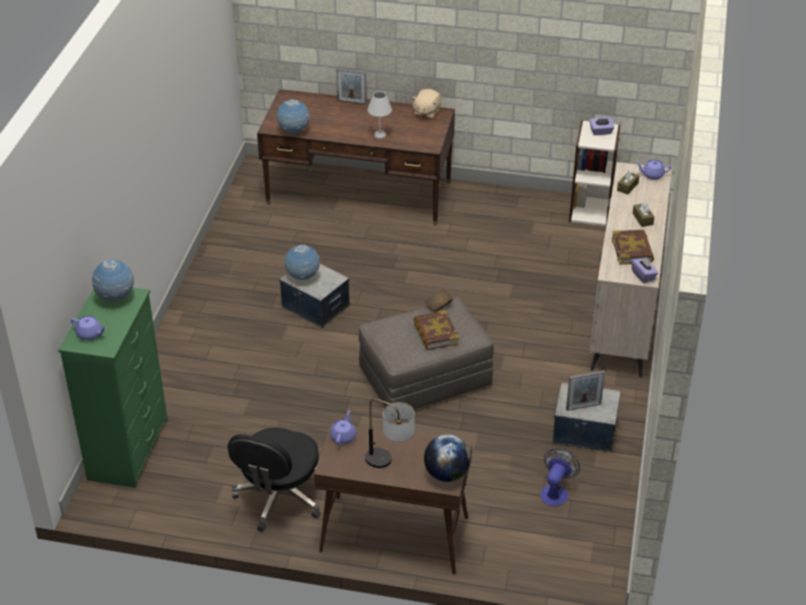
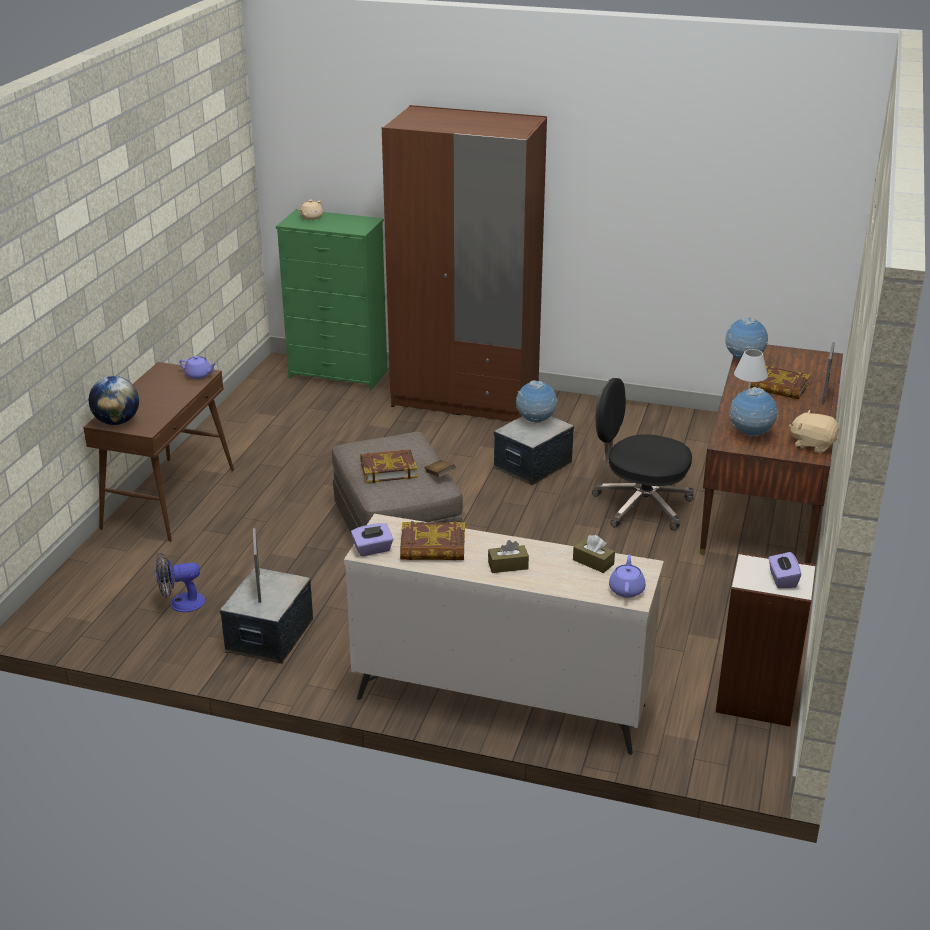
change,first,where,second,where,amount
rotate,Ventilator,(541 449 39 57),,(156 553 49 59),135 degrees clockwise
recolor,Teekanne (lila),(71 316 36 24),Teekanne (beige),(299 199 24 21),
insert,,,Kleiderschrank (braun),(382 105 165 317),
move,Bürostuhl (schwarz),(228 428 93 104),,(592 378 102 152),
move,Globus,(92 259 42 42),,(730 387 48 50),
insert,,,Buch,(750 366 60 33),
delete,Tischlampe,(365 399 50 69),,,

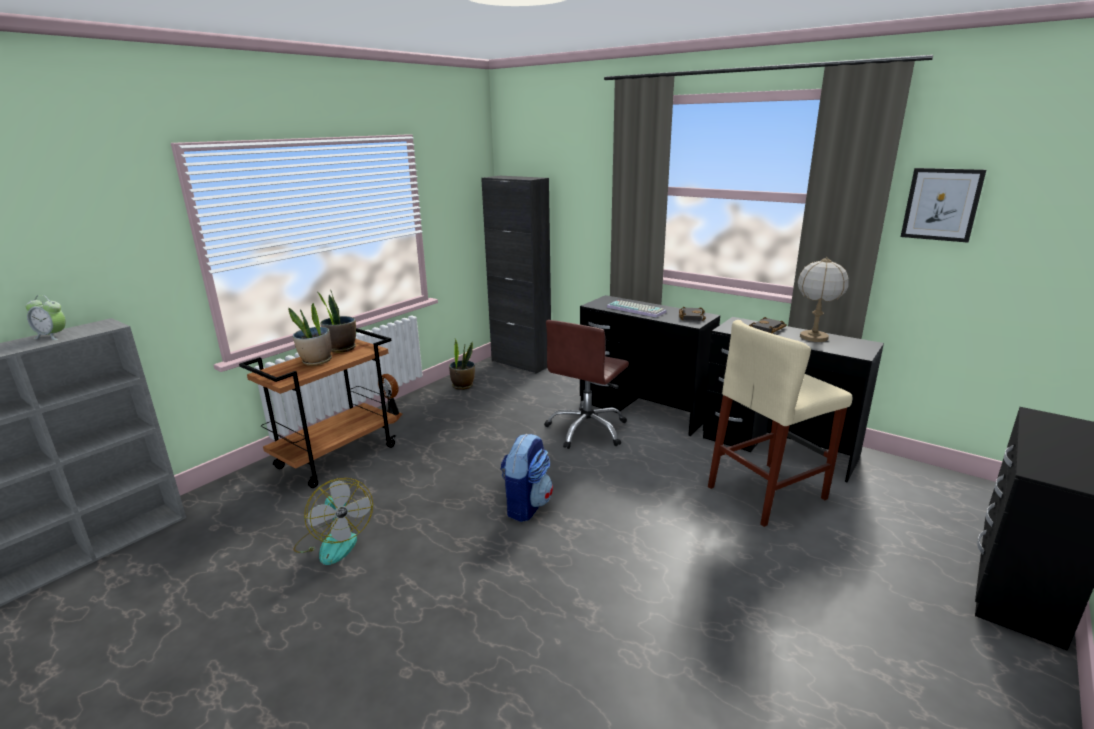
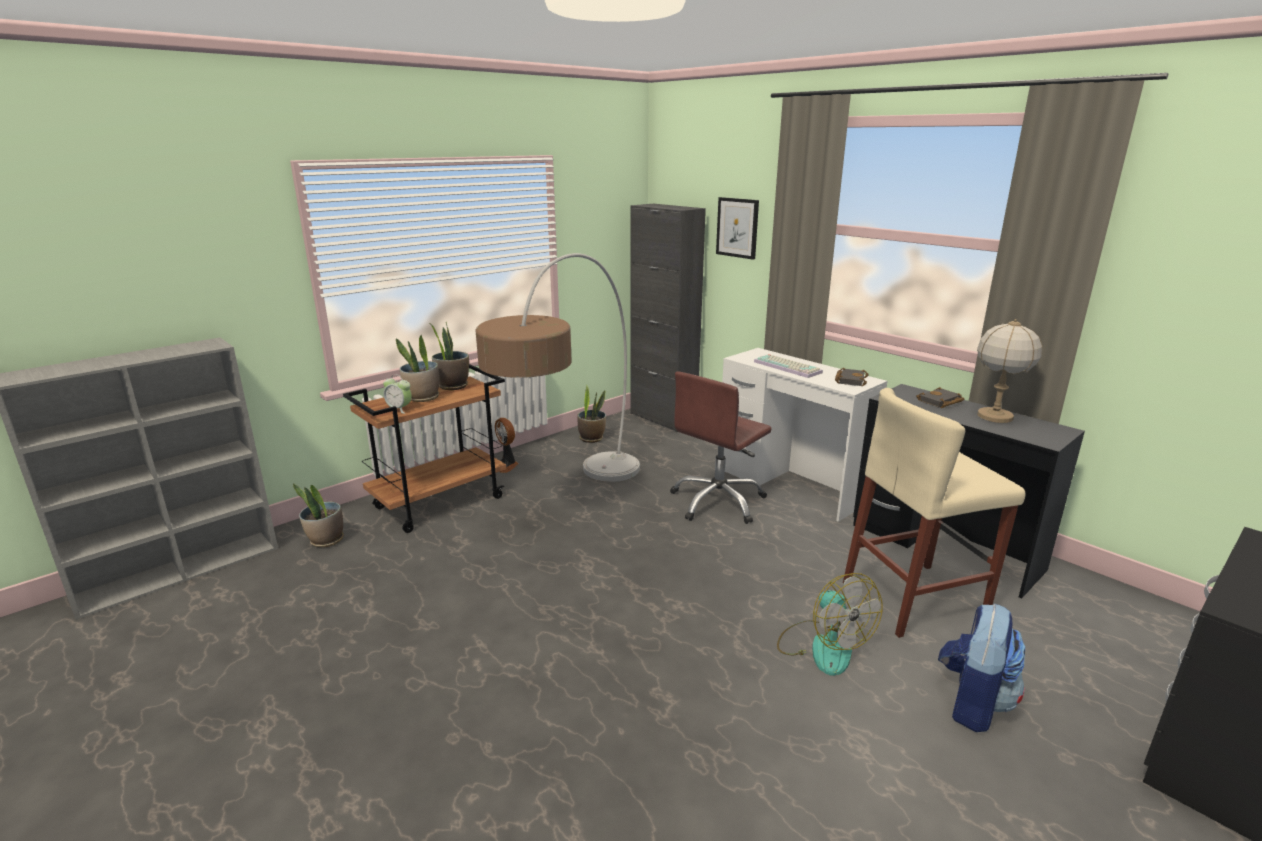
change,first,where,second,where,amount
insert,,,Topfpflanze,(293 483 51 65),
move,Wecker,(25 295 41 45),,(383 374 29 40),
insert,,,Stehlampe,(475 253 165 229),
move,Bild,(901 168 85 75),,(716 197 43 63),
recolor,Schreibtisch (schwarz),(580 295 140 141),Schreibtisch (weiß),(722 348 166 174),
move,Ventilator,(293 478 80 87),,(777 573 106 103),
move,Rucksack,(500 434 53 88),,(938 603 87 129),

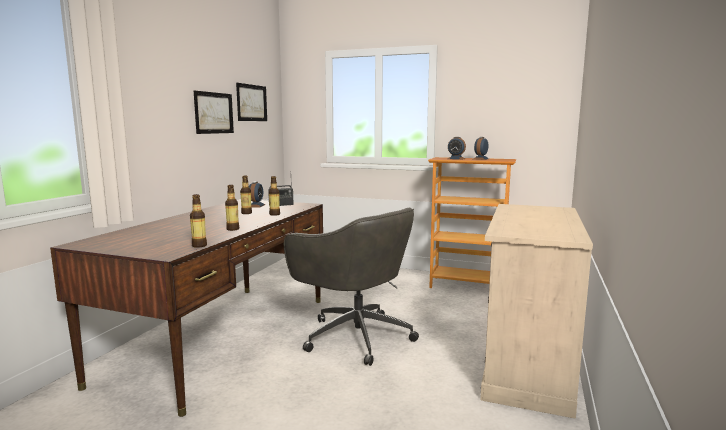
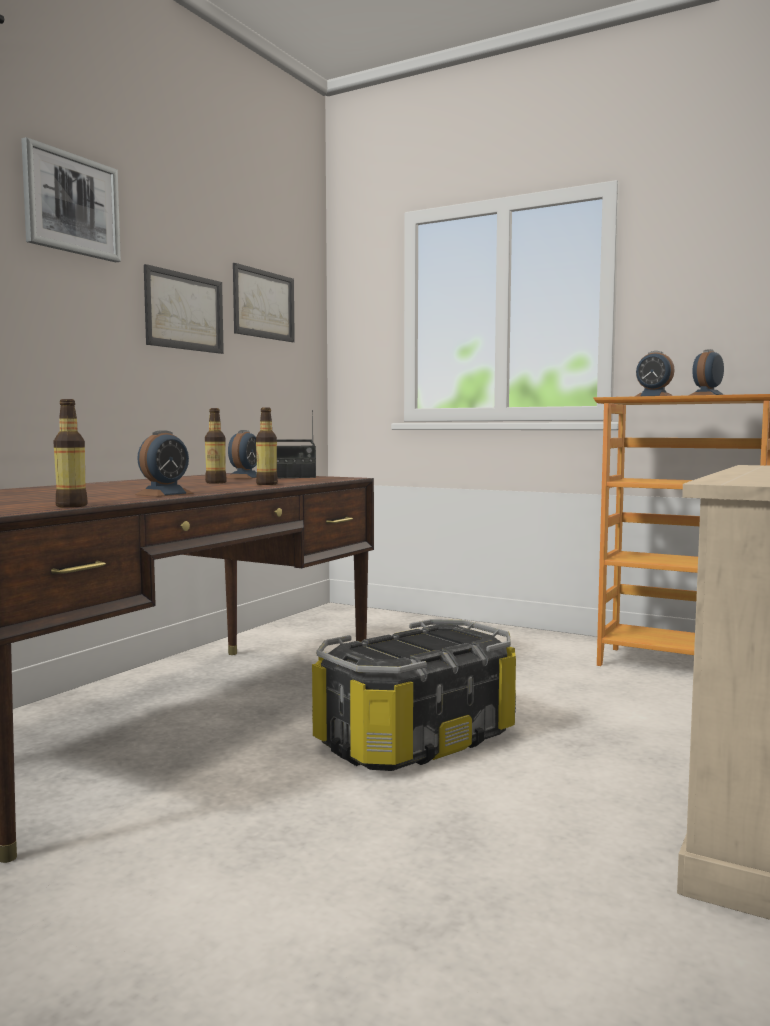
change,first,where,second,where,amount
insert,,,Bild,(21 137 100 125),
replace,Flasche,(225 185 14 46),Wecker,(135 430 58 67),
replace,Bürostuhl (grau),(284 208 135 158),Aufbewahrungsbox,(312 619 204 152),

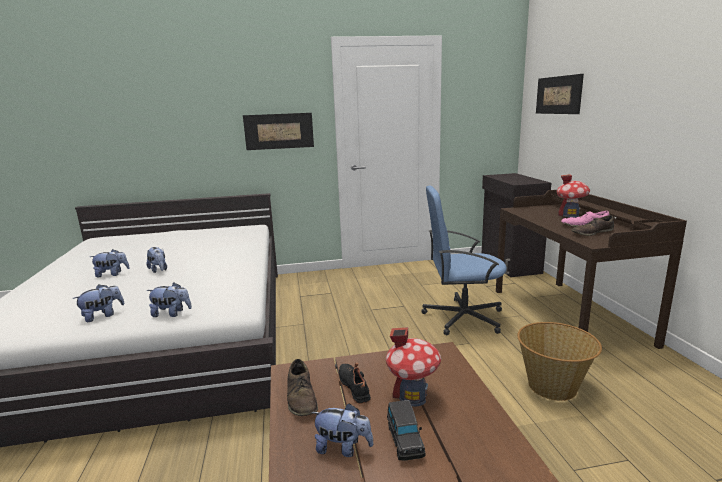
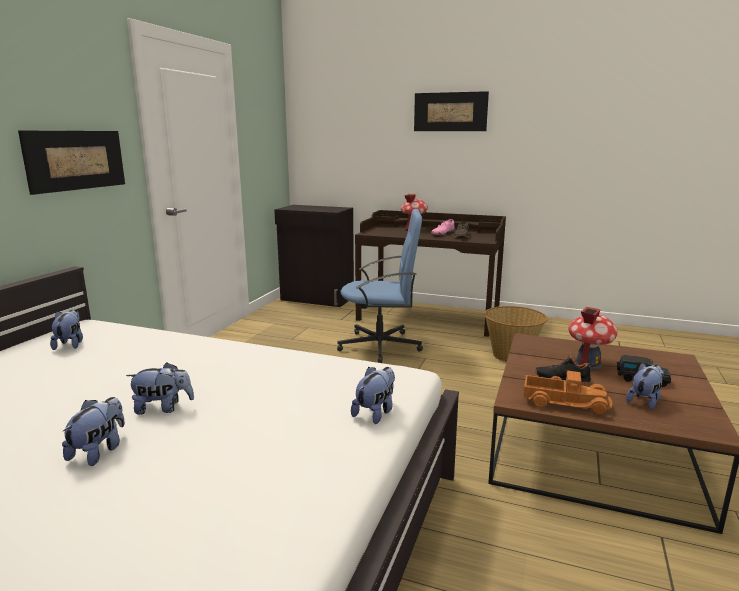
change,first,where,second,where,amount
move,Plüschtier,(72 284 52 38),,(50 310 33 40),
rotate,Bürostuhl (blau),(421 186 86 149),,(337 209 86 154),120 degrees counterclockwise
move,Bild,(536 74 48 40),,(414 91 75 40),
replace,Schuh (braun),(287 359 31 57),Spielzeuglaster,(523 371 89 44),

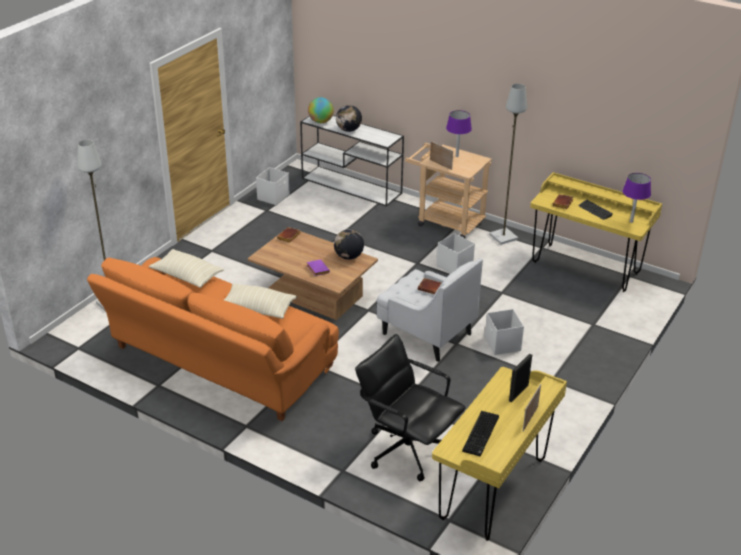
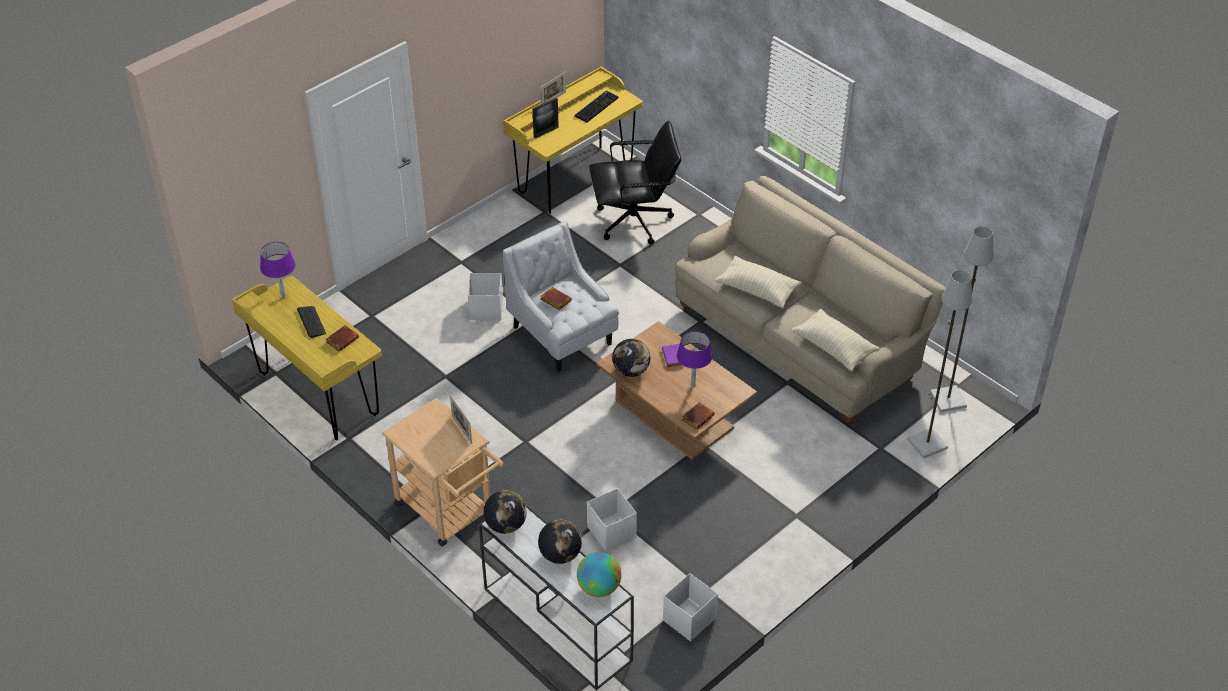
change,first,where,second,where,amount
insert,,,Globus,(483 490 44 44),
move,Aufbewahrungsbox (weiß),(437 233 38 40),,(587 488 50 64),
rotate,Bürostuhl (schwarz),(355 334 111 147),,(589 120 92 125),60 degrees counterclockwise
recolor,Sofa (orange),(87 257 252 164),Sofa (beige),(675 176 270 248),
move,Tischlampe (lila),(446 110 26 47),,(677 331 35 57),
move,Stehlampe (grau),(489 84 38 161),,(930 226 63 186),

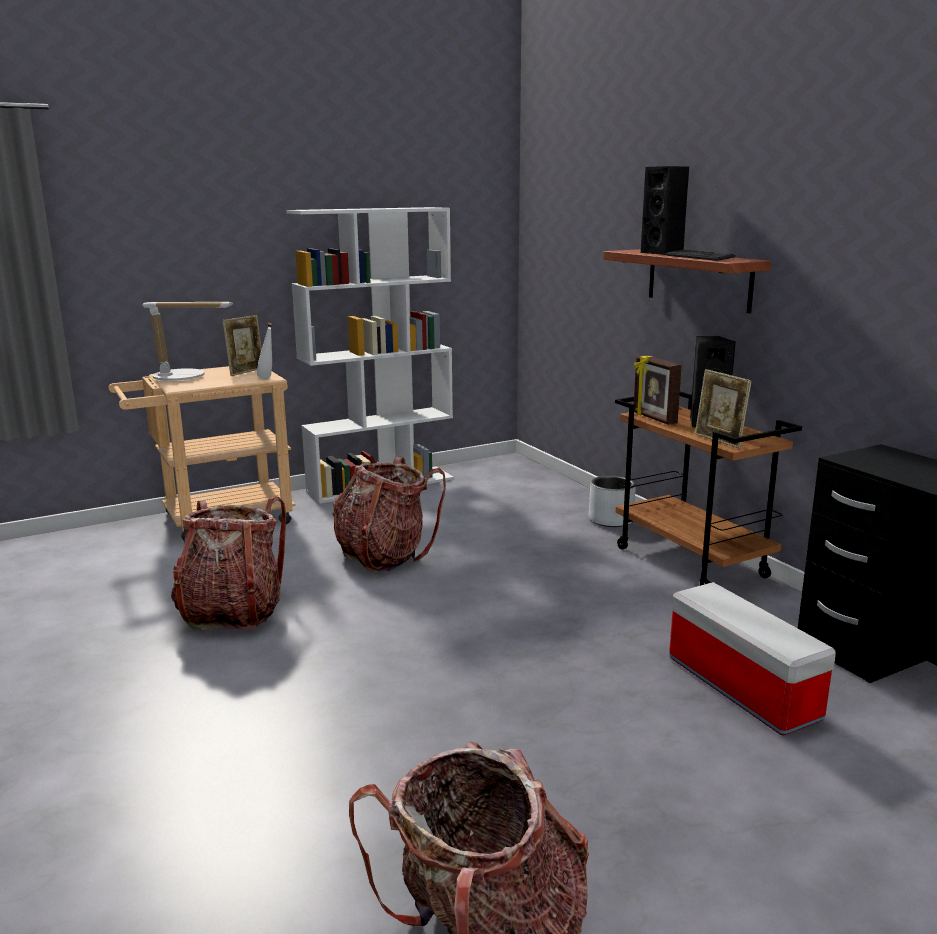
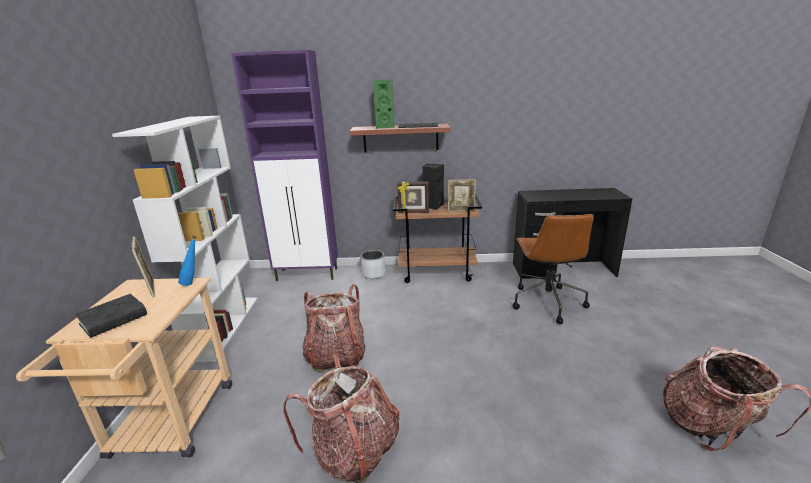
change,first,where,second,where,amount
replace,Tischlampe,(142 302 91 79),Buch (schwarz),(75 294 72 44),
recolor,Flasche (weiß),(257 323 15 56),Flasche (blau),(178 235 18 51),
insert,,,Schrank (lila),(231 50 107 231),
recolor,Lautsprecher (schwarz),(641 166 48 89),Lautsprecher (grün),(373 79 21 50),
replace,Aufbewahrungsbox,(669 582 167 154),Bürostuhl (braun),(512 214 82 110),

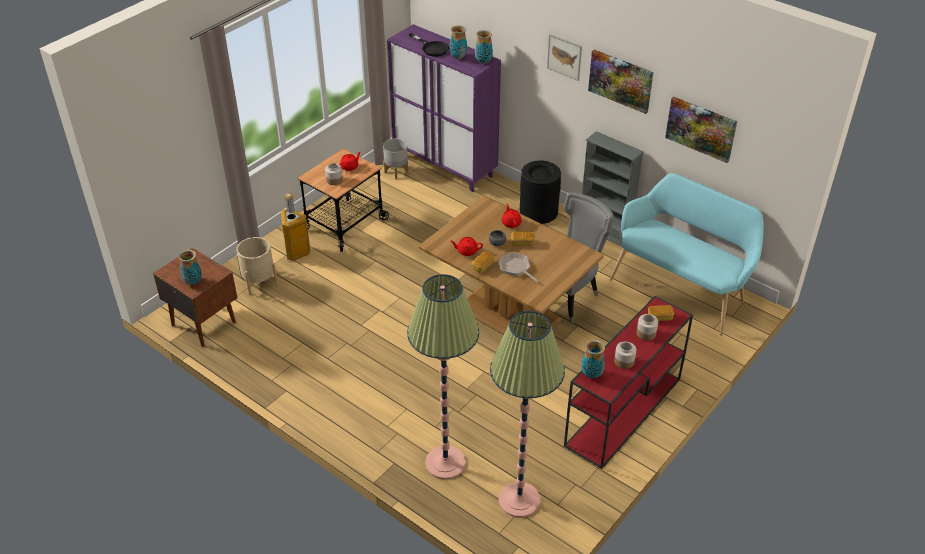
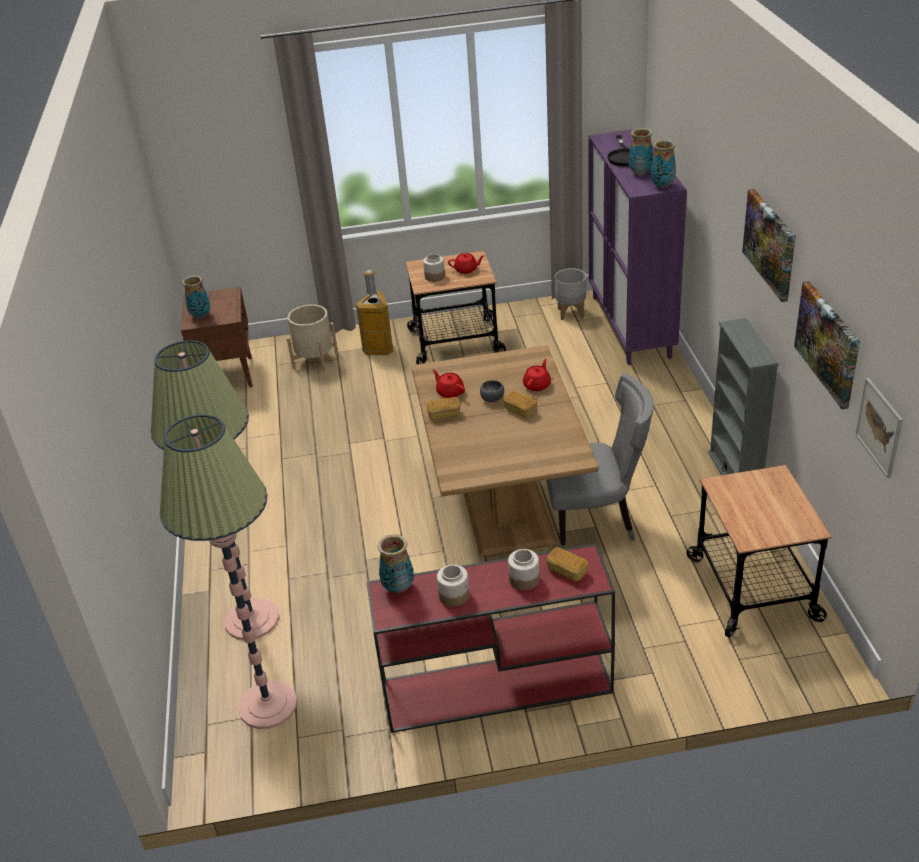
change,first,where,second,where,amount
replace,Bank (türkis),(610 173 154 163),Rollwagen,(686 465 145 173),
move,Bild,(547 34 35 47),,(856 378 47 100),
delete,Pfanne,(498 252 40 30),,,
delete,Mülleimer (schwarz),(520 160 41 64),,,

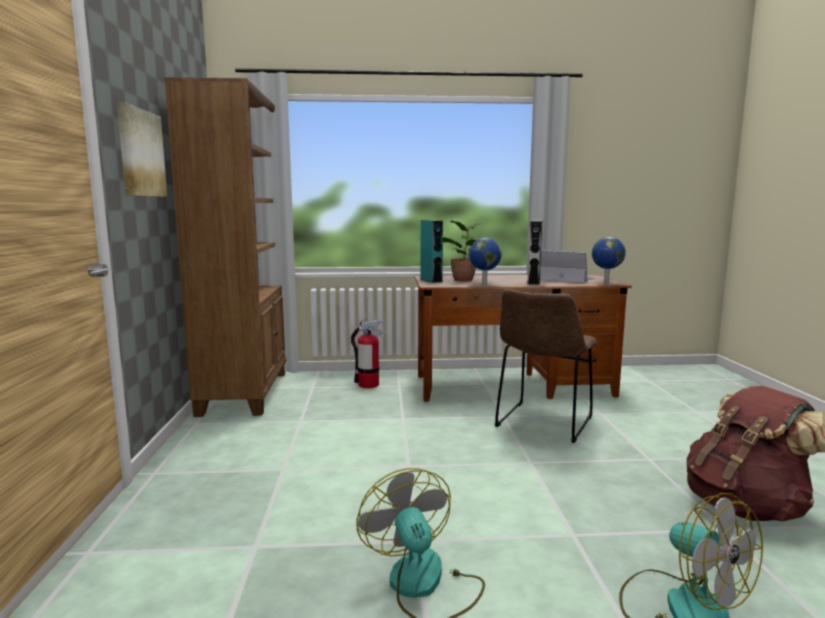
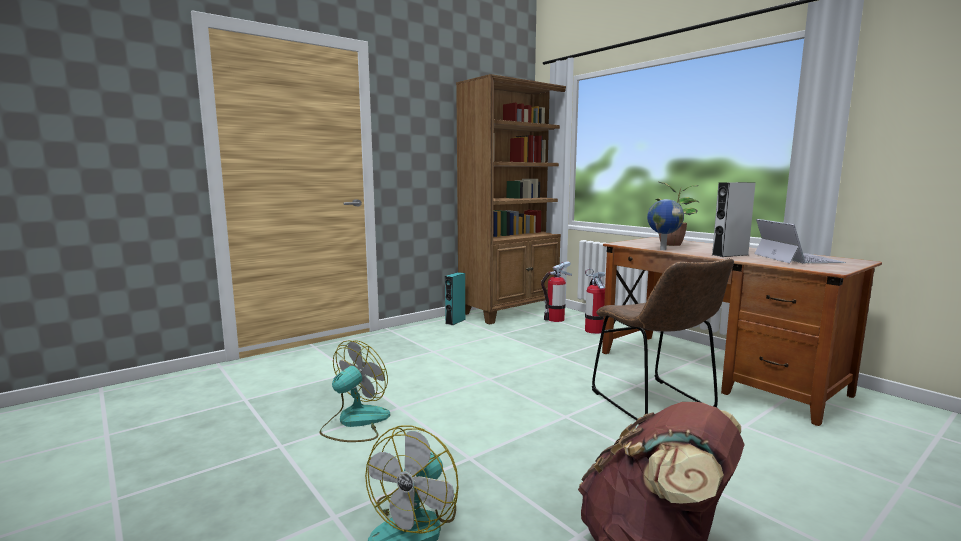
change,first,where,second,where,amount
move,Lautsprecher (türkis),(421 220 22 63),,(445 272 20 53),
insert,,,Feuerlöscher,(541 261 31 61),
rotate,Stuhl (braun),(495 289 102 154),,(592 258 142 166),105 degrees counterclockwise
delete,Bild,(117 102 50 95),,,
delete,Globus,(592 237 34 47),,,

